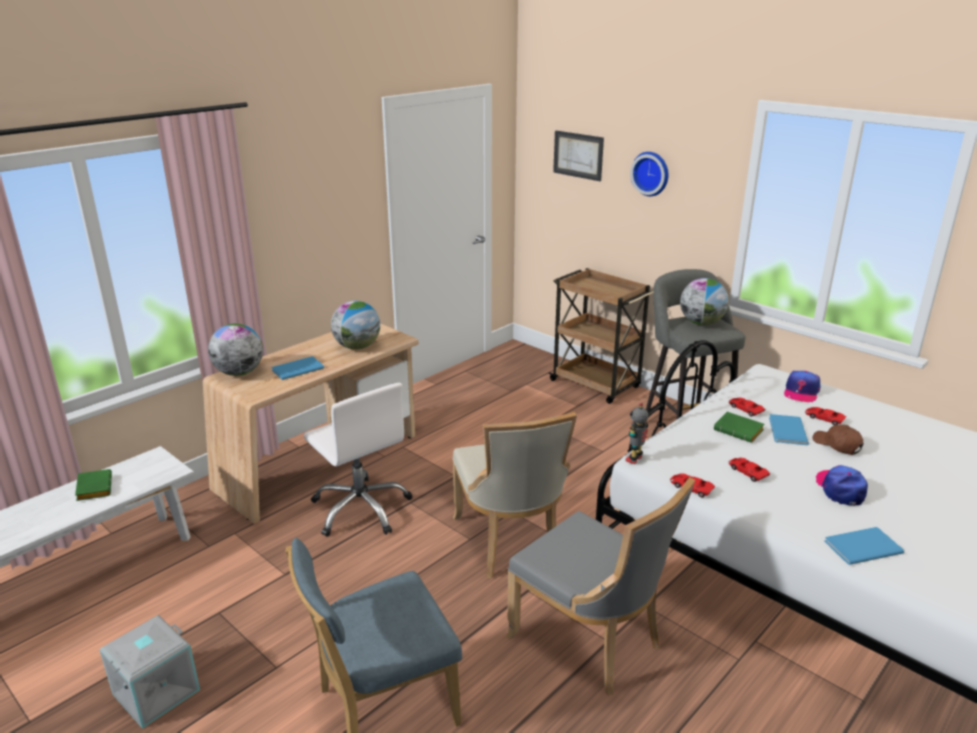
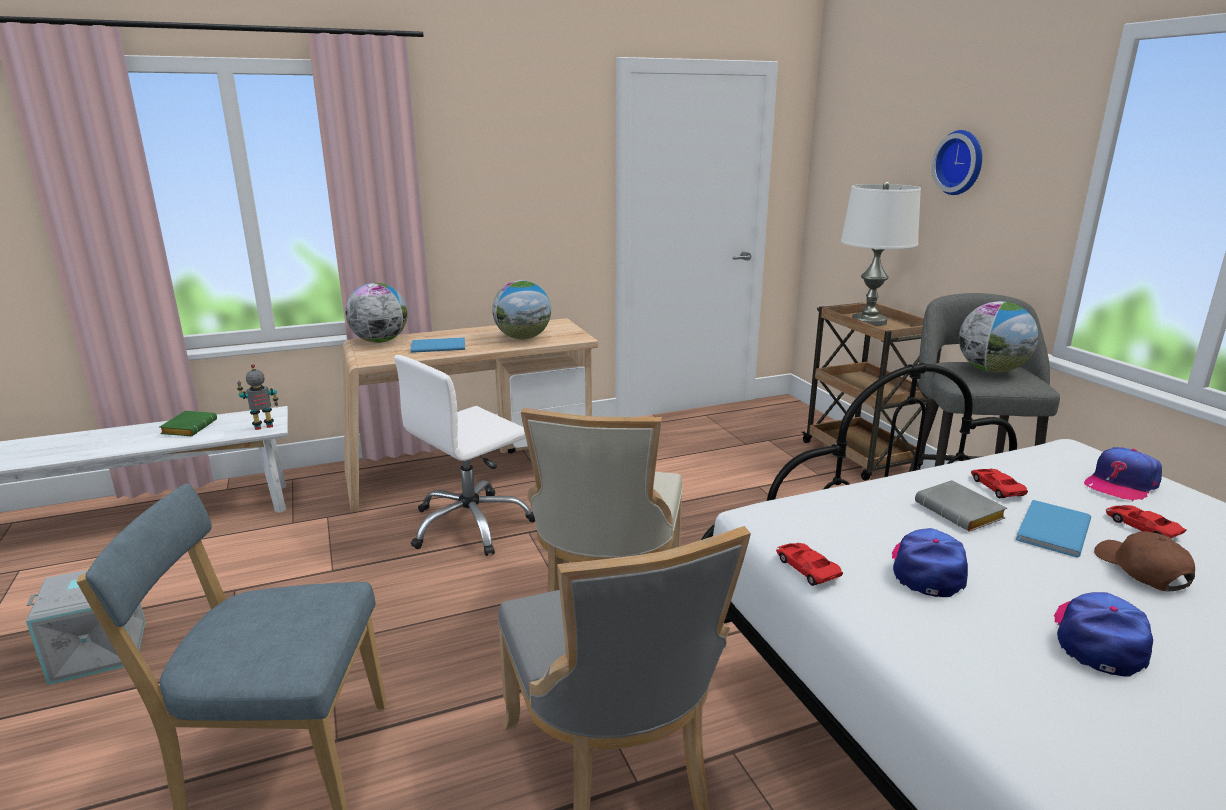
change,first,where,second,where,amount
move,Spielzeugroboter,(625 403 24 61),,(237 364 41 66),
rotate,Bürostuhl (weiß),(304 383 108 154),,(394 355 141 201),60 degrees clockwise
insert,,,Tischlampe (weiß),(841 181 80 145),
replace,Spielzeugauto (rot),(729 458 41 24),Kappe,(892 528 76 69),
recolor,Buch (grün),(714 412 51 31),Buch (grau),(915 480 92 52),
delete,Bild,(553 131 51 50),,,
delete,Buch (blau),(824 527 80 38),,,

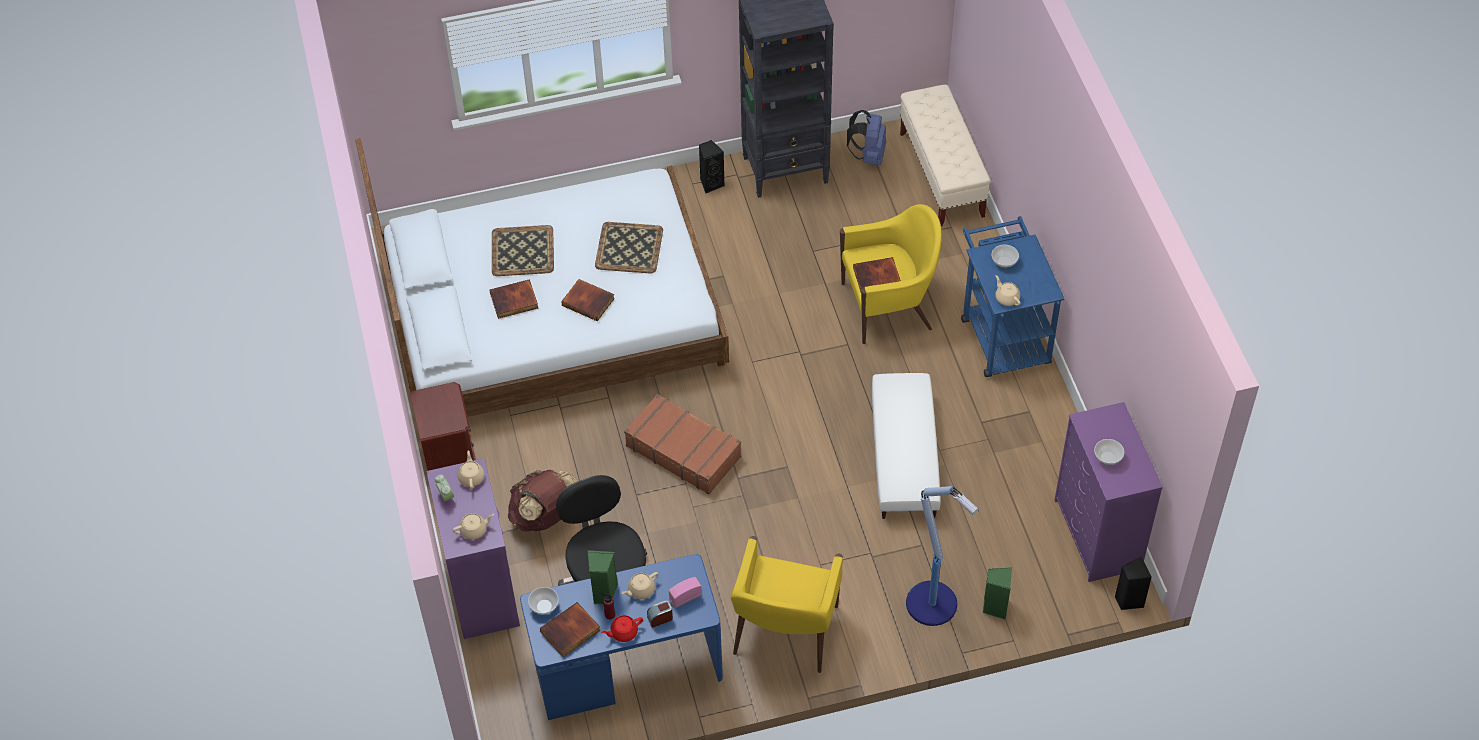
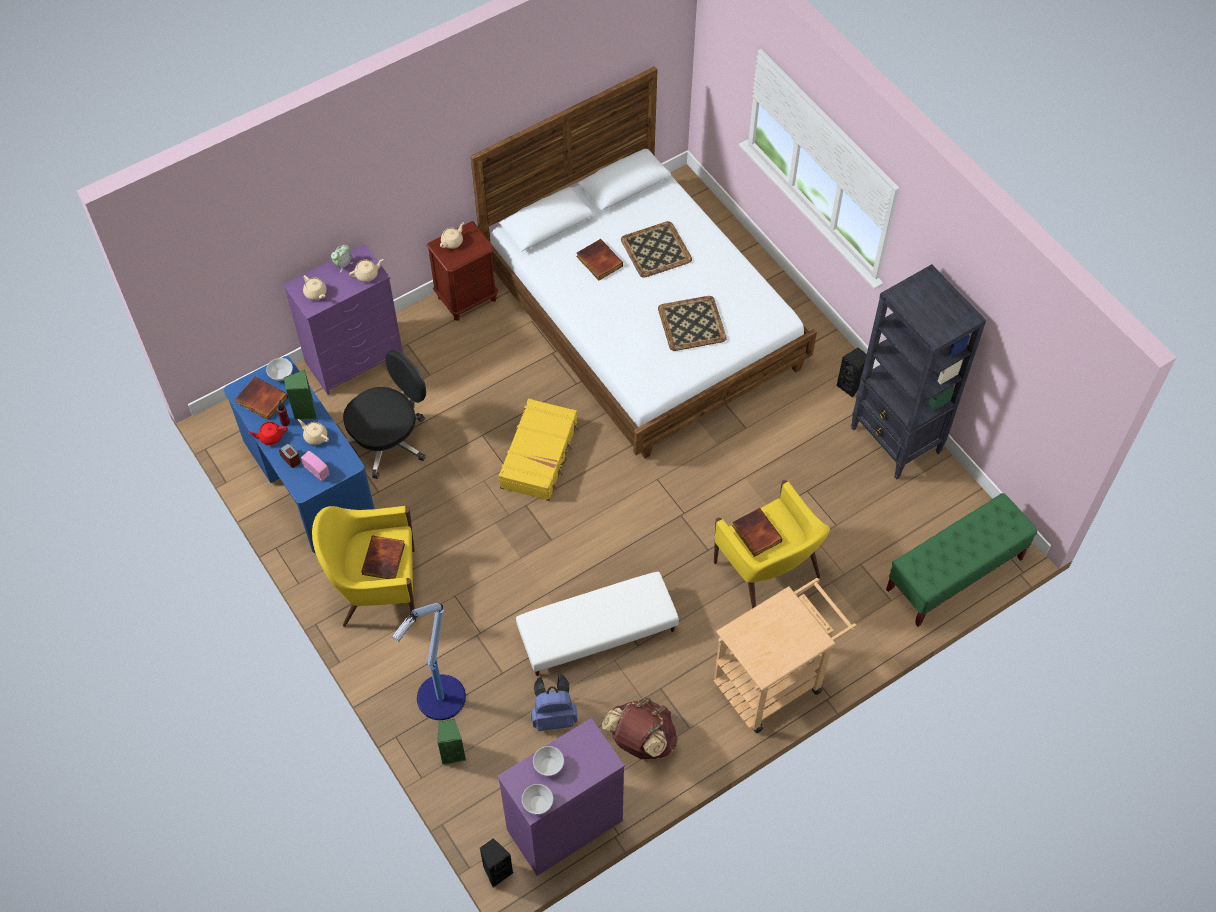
change,first,where,second,where,amount
rotate,Teekanne (rot),(602 615 41 27),,(248 422 40 23),60 degrees counterclockwise
move,Buch,(561 279 54 42),,(361 536 44 43),
move,Teekanne (beige),(995 275 25 31),,(440 222 24 27),
recolor,Koffer (braun),(624 394 117 101),Koffer (gelb),(499 398 80 103),
move,Schüssel,(991 245 28 23),,(522 784 31 30),
move,Rucksack (blau),(847 110 39 55),,(531 674 46 57),
move,Rucksack (braun),(508 469 70 63),,(602 697 76 62),
recolor,Rollwagen (blau),(961 216 103 161),Rollwagen (beige),(714 578 143 155),
recolor,Bank (beige),(900 85 91 141),Bank (grün),(886 493 151 134),

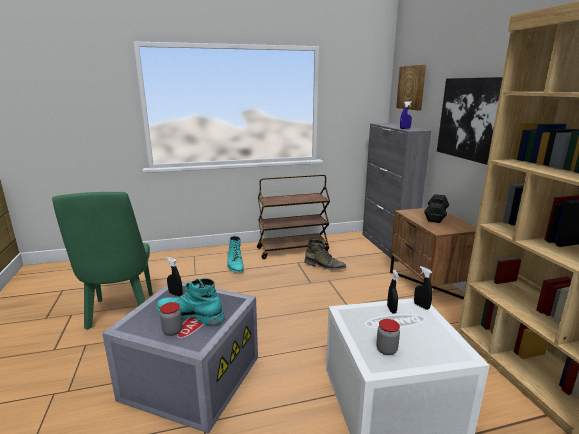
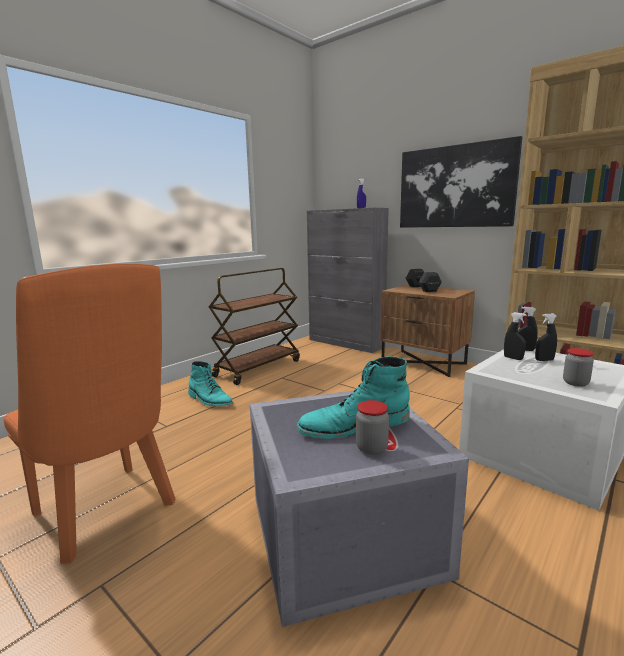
change,first,where,second,where,amount
recolor,Stuhl (grün),(52 192 101 138),Stuhl (orange),(4 264 172 300),
move,Sprühflasche (schwarz),(166 257 16 39),,(535 314 22 47),
delete,Stiefel (grün),(304 239 42 31),,,
delete,Bild,(396 65 30 45),,,

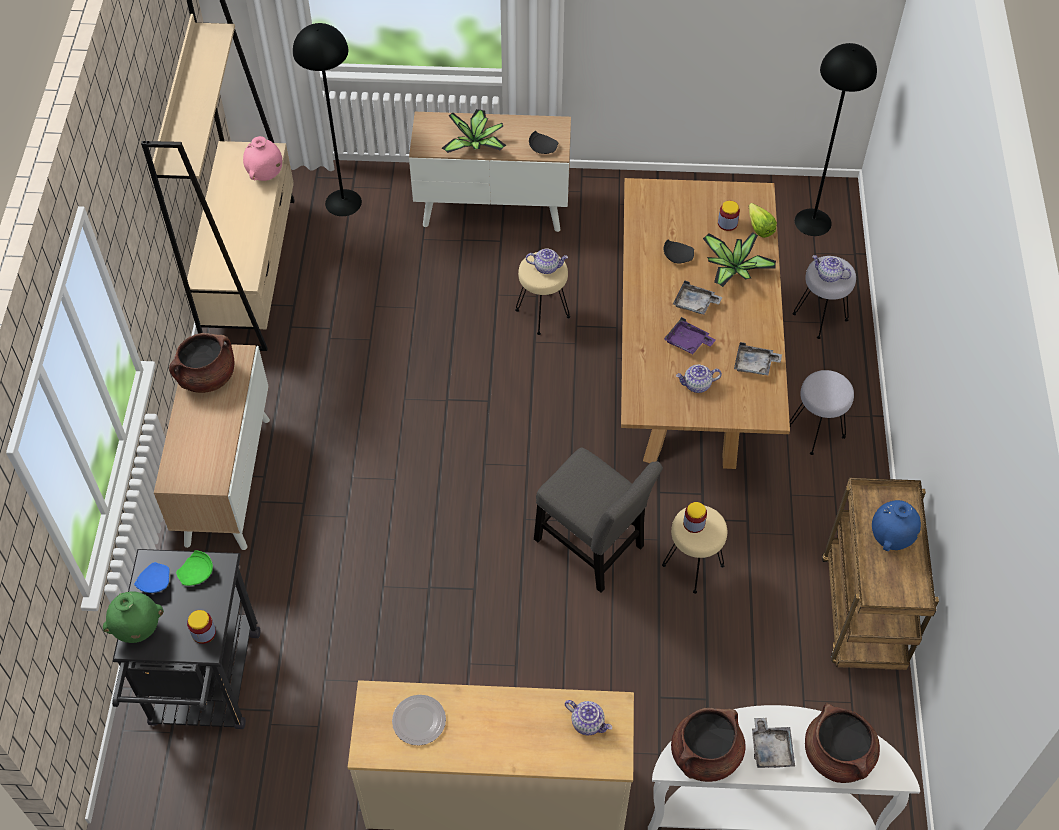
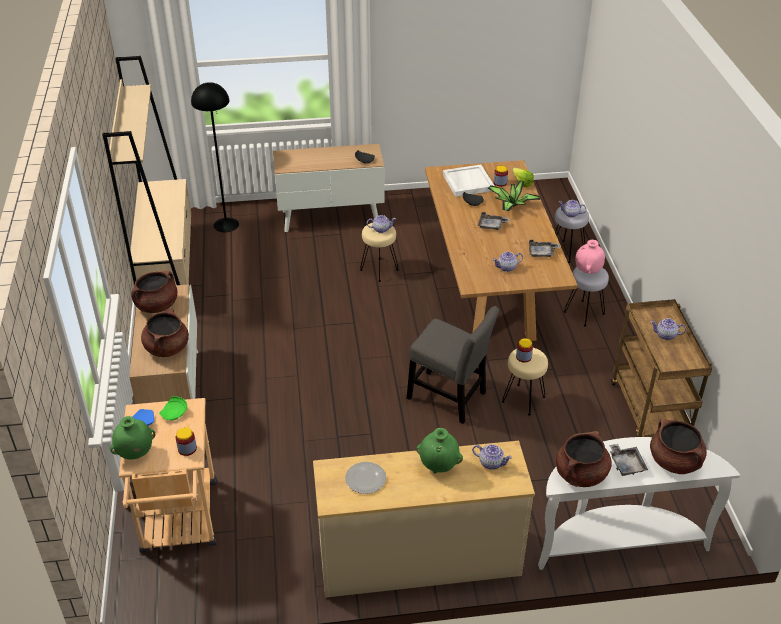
change,first,where,second,where,amount
recolor,Rollwagen (schwarz),(112 549 148 180),Rollwagen (beige),(119 398 98 155),
insert,,,Kochtopf (braun),(141 308 48 49),
insert,,,Vase (grün),(416 428 47 46),
insert,,,Tablett (weiß),(443 165 52 32),
move,Vase (rosa),(243 136 39 45),,(575 240 30 34),
replace,Vase (blau),(872 500 49 51),Teekanne,(651 318 35 22),
delete,Topfpflanze,(442 109 64 44),,,
delete,Tablett (lila),(664 317 52 37),,,
delete,Stehlampe (schwarz),(795 43 82 193),,,

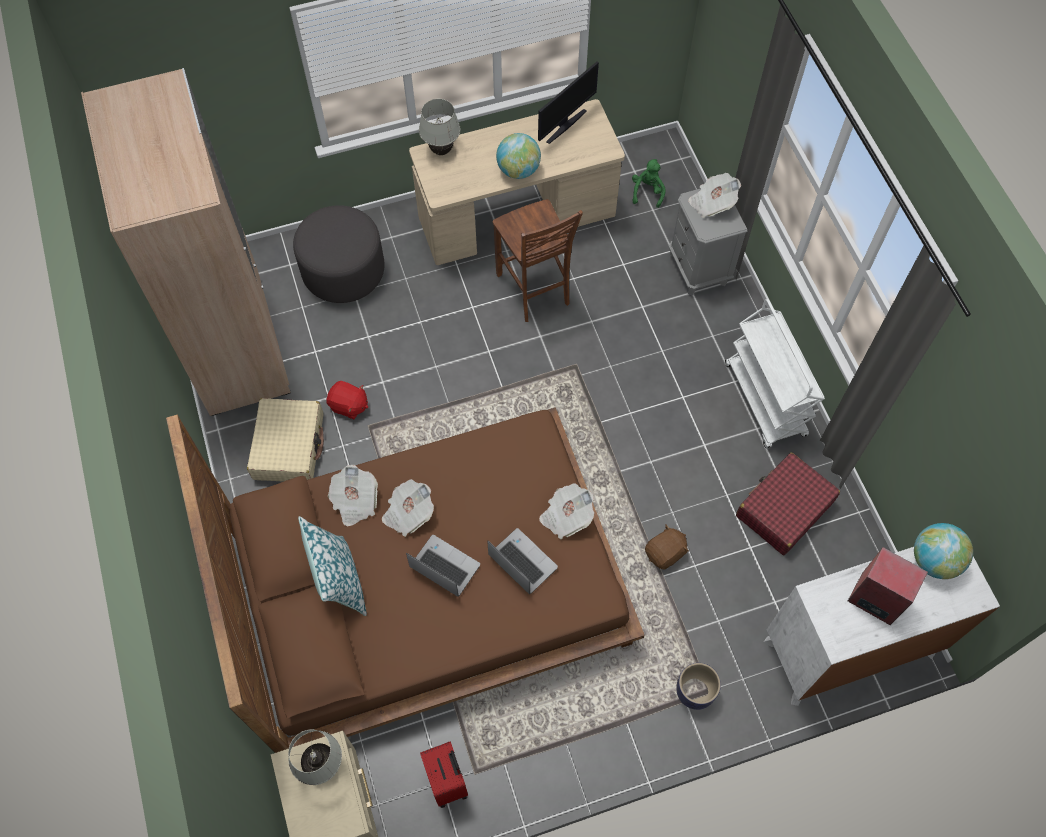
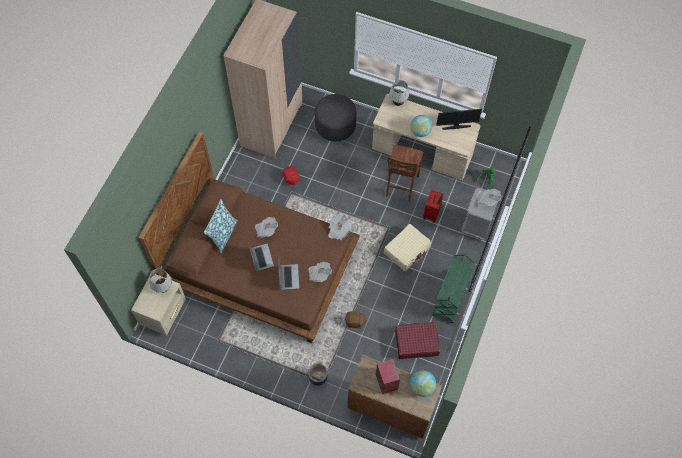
change,first,where,second,where,amount
move,Zeitung,(328 465 50 61),,(328 215 24 25),
recolor,Kommode (weiß),(764 547 236 159),Kommode (braun),(347 355 95 86),
move,Koffer (beige),(247 398 77 84),,(384 224 47 47),
move,Koffer (rot),(420 741 48 67),,(423 190 21 33),
recolor,Rollwagen (weiß),(725 299 100 149),Rollwagen (grün),(432 252 43 71),

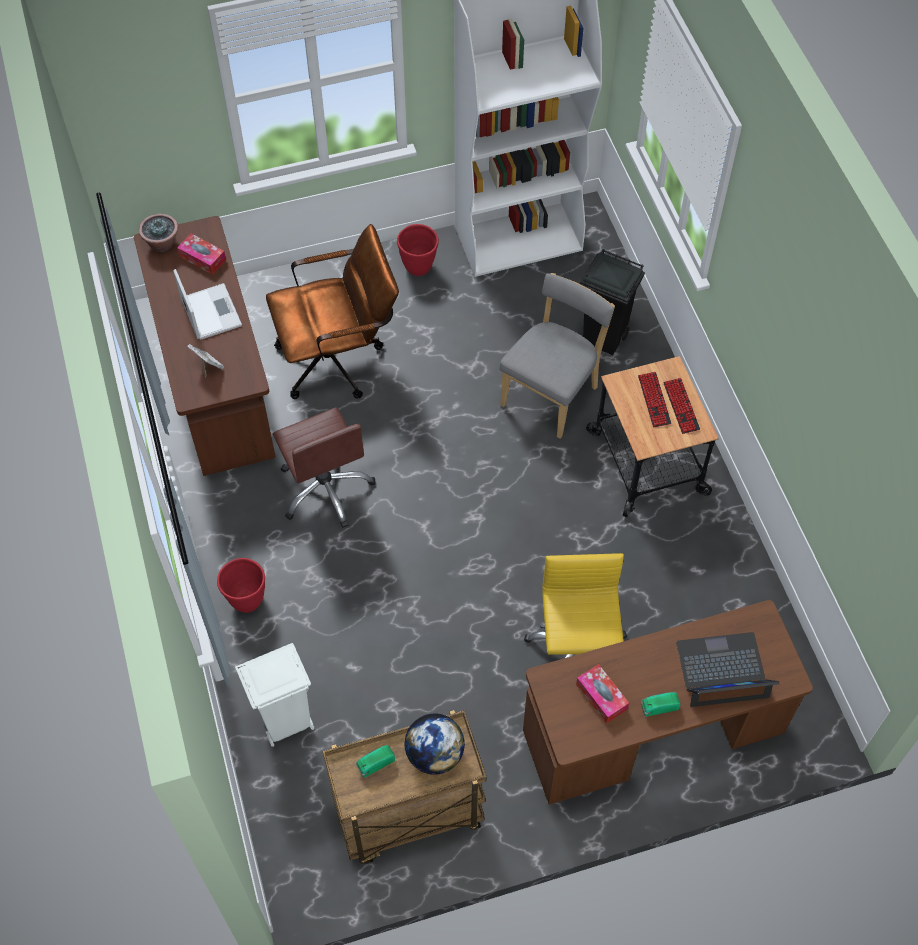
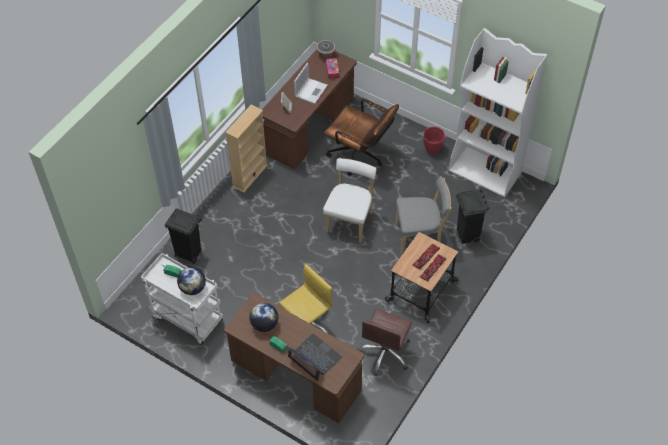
change,first,where,second,where,amount
recolor,Rollwagen (braun),(322 710 164 154),Rollwagen (weiß),(141 253 82 92),
recolor,Mülleimer (weiß),(235 643 79 104),Mülleimer (schwarz),(165 208 37 56),
insert,,,Bücherregal (beige),(225 104 43 89),
replace,Taschentuchbox,(576 664 53 60),Globus,(250 303 28 29),
insert,,,Stuhl (weiß),(323 158 53 85),
move,Bürostuhl (braun),(273 407 103 121),,(357 309 55 67),
delete,Pflanzkübel (rot),(217 558 48 55),,,

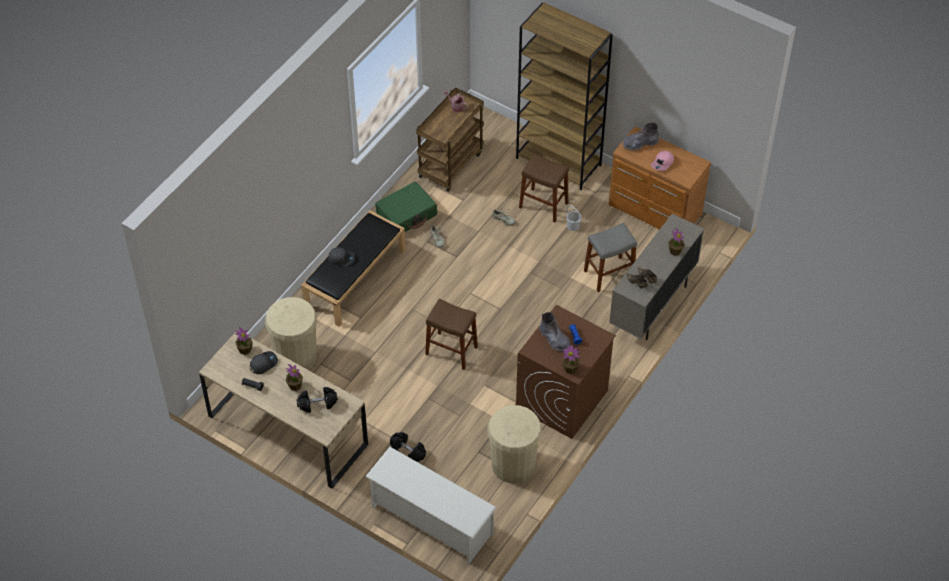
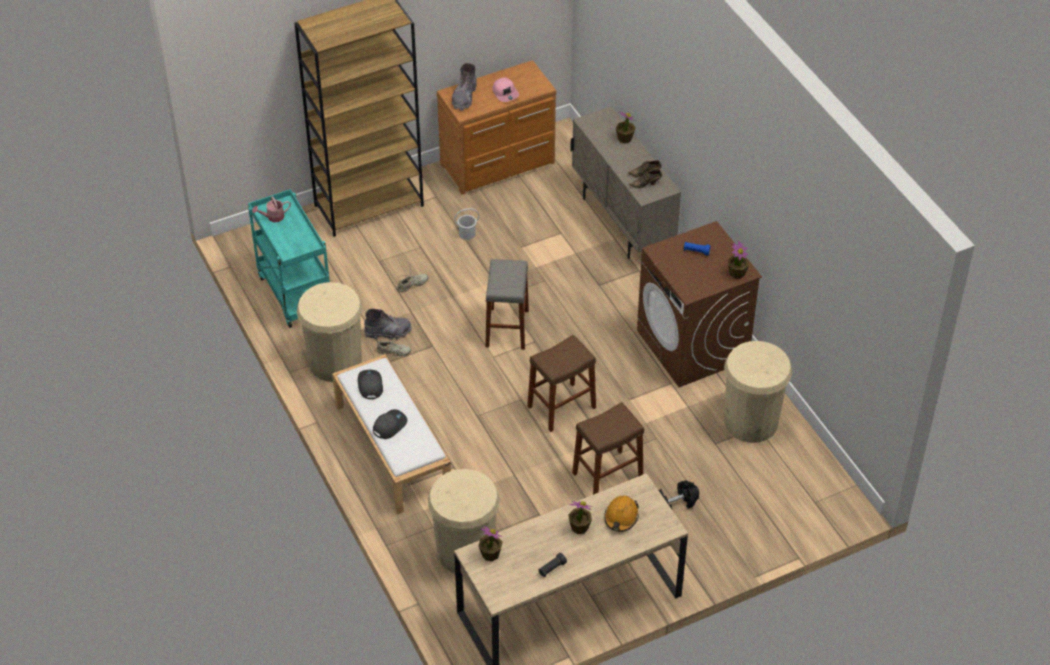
change,first,where,second,where,amount
recolor,Rollwagen (braun),(416 87 68 105),Rollwagen (türkis),(248 189 82 139),
replace,Koffer (grün),(375 181 62 51),Mülleimer (beige),(297 282 66 100),
recolor,Bank (schwarz),(301 210 105 117),Bank (weiß),(332 354 119 160),
move,Kappe (grau),(250 351 28 23),,(358 370 25 29),
move,Stiefel (grau),(540 312 31 40),,(364 309 48 30),
move,Hocker (grau),(584 223 53 69),,(485 259 44 90),
move,Hocker (braun),(519 154 50 68),,(572 402 72 93),
replace,Hantel (schwarz),(296 387 42 26),Schutzhelm (orange),(604 496 35 36),
delete,Schuhregal (weiß),(365 447 132 117),,,

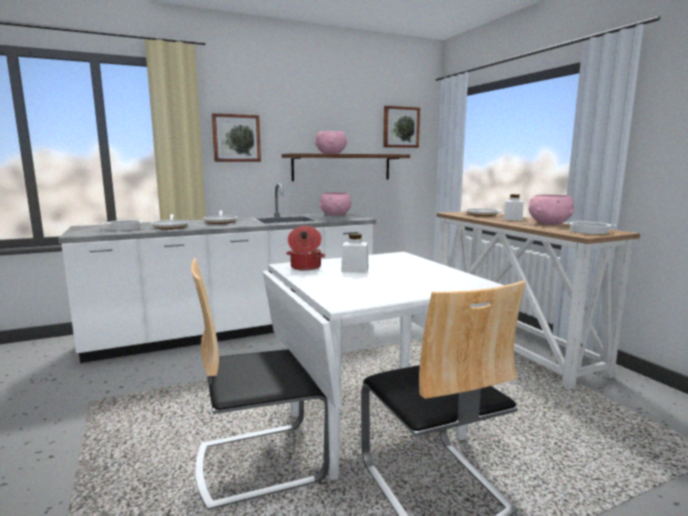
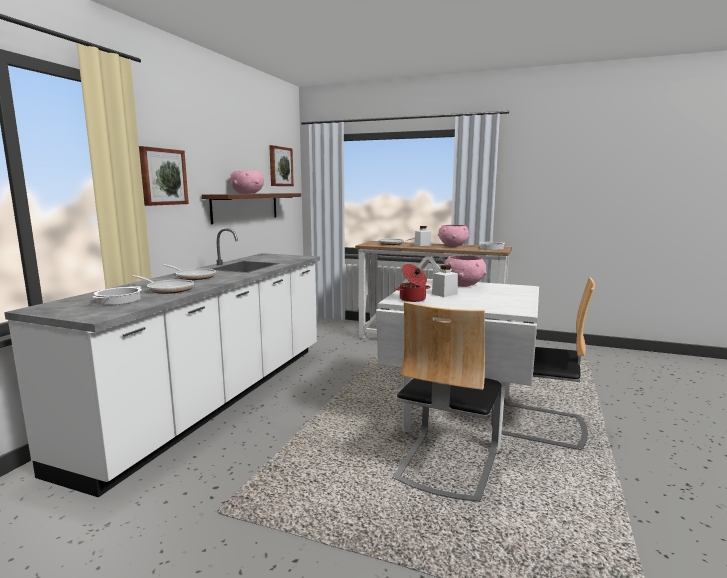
change,first,where,second,where,amount
move,Schüssel (rosa),(320 192 31 24),,(444 255 43 32),

